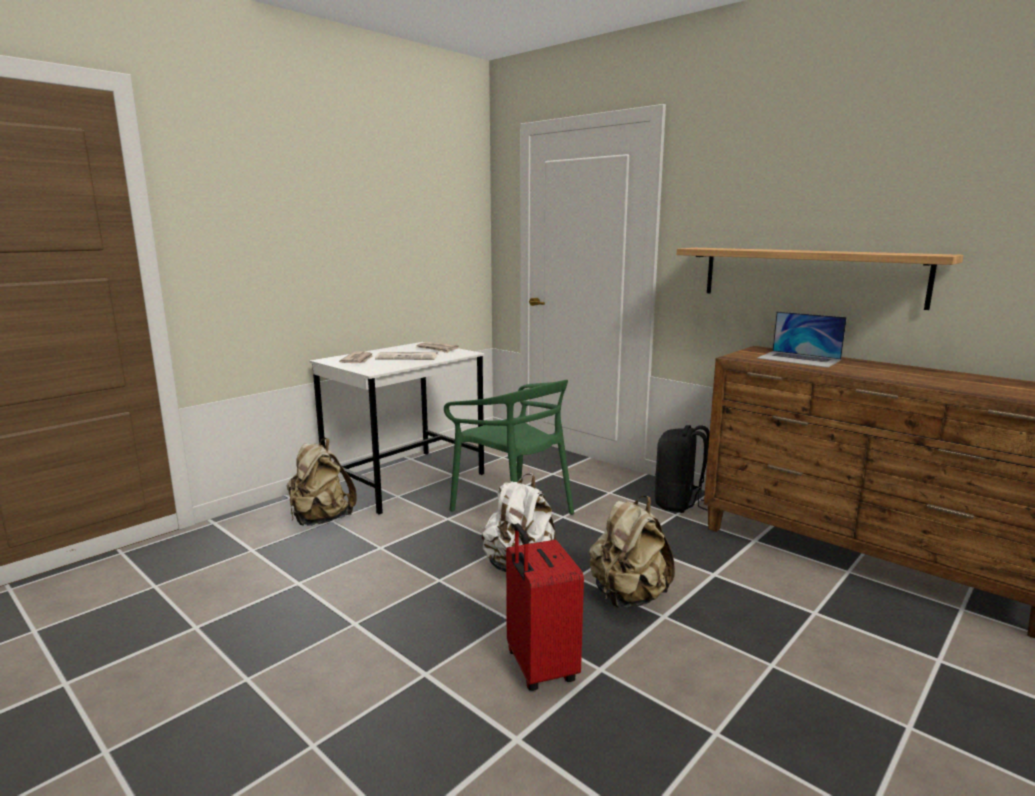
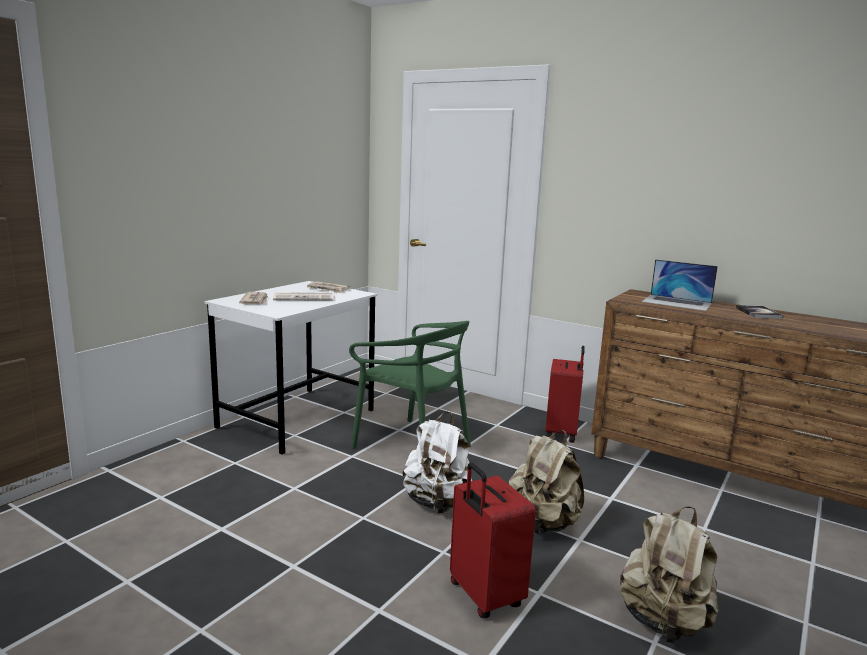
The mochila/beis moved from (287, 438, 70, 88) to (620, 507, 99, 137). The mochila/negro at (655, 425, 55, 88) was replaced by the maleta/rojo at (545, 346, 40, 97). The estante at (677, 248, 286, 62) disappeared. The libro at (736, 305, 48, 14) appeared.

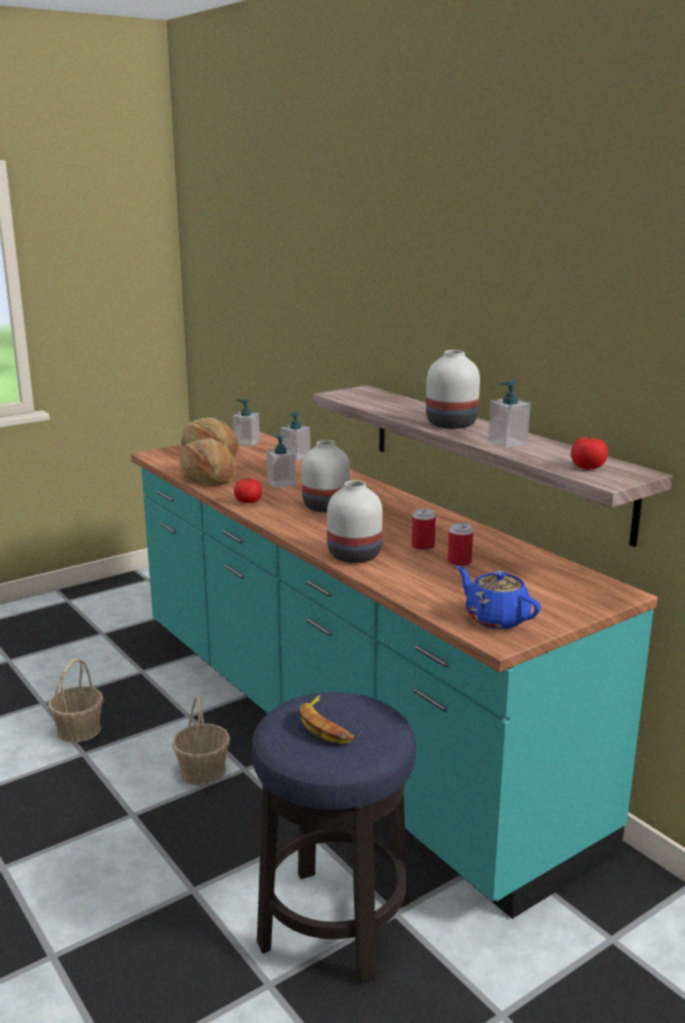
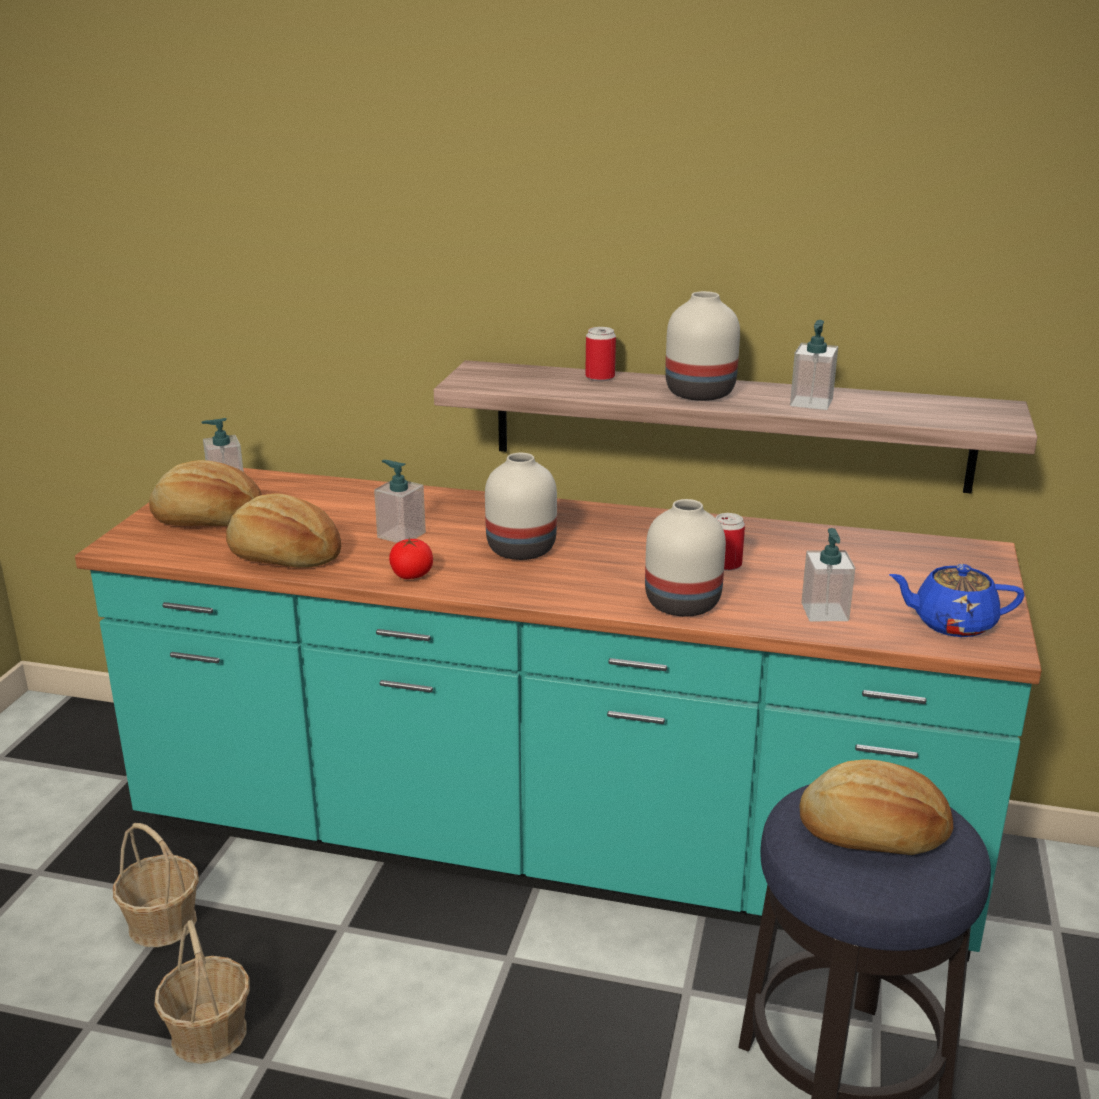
The cesta moved from (172, 694, 58, 91) to (113, 823, 86, 124). The dispensador de jabón moved from (281, 411, 30, 50) to (801, 528, 54, 93). The plátano at (299, 695, 55, 49) was replaced by the pan at (799, 759, 154, 96). The lata moved from (448, 523, 25, 44) to (585, 327, 31, 54). The tomate at (571, 437, 37, 33) disappeared.

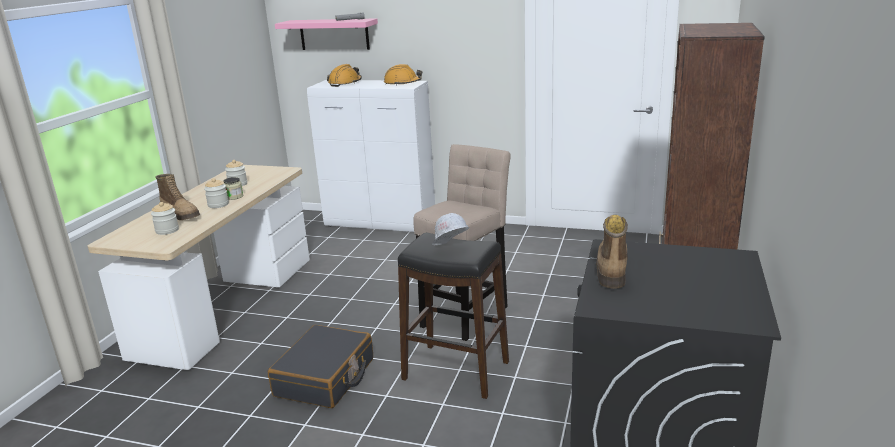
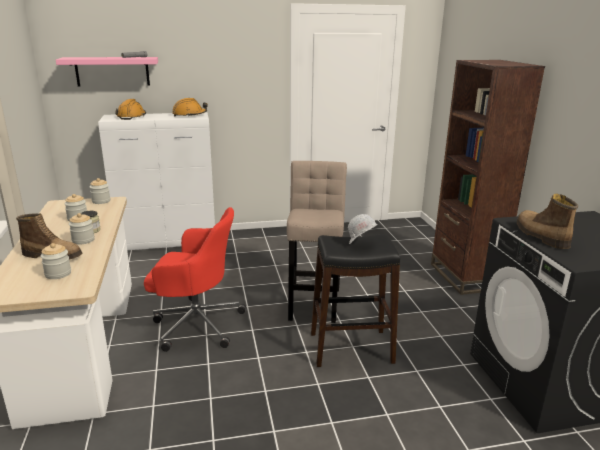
The maleta/negro at (268, 325, 105, 83) disappeared. The tarro at (90, 178, 20, 26) appeared. The silla de oficina/rojo at (144, 207, 102, 145) appeared.

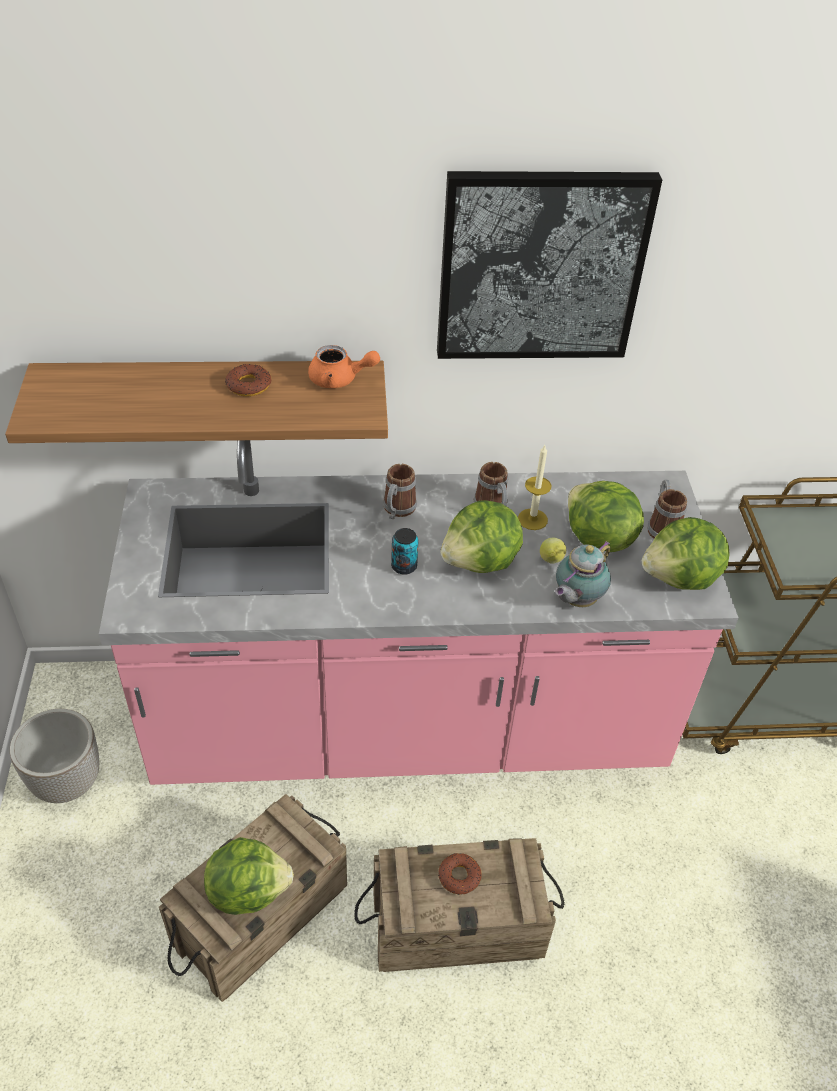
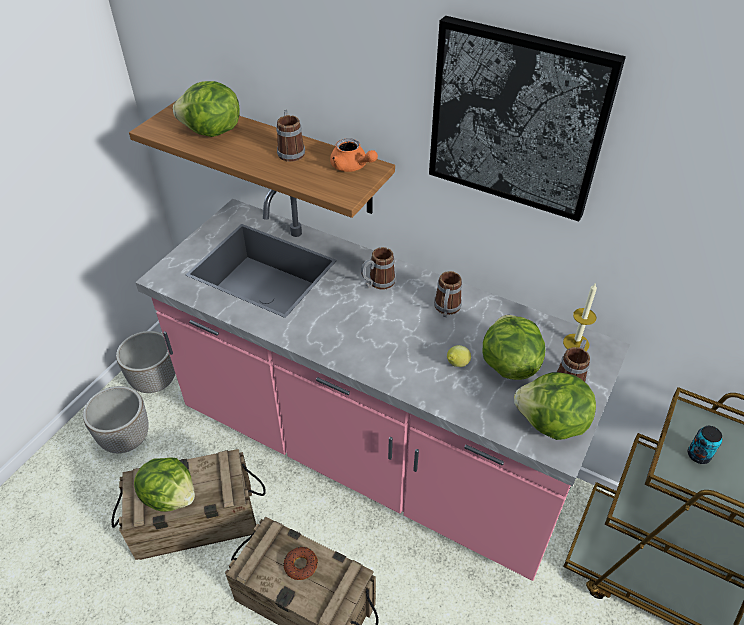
The rosquilla at (225, 364, 46, 32) was replaced by the taza grande at (276, 110, 29, 52). The lata moved from (391, 528, 27, 47) to (688, 426, 34, 38). The lechuga moved from (440, 500, 83, 73) to (173, 81, 67, 56). The vela moved from (518, 445, 33, 85) to (563, 284, 34, 67). The tetera at (555, 541, 56, 66) disappeared. The maceta at (83, 386, 66, 67) appeared.

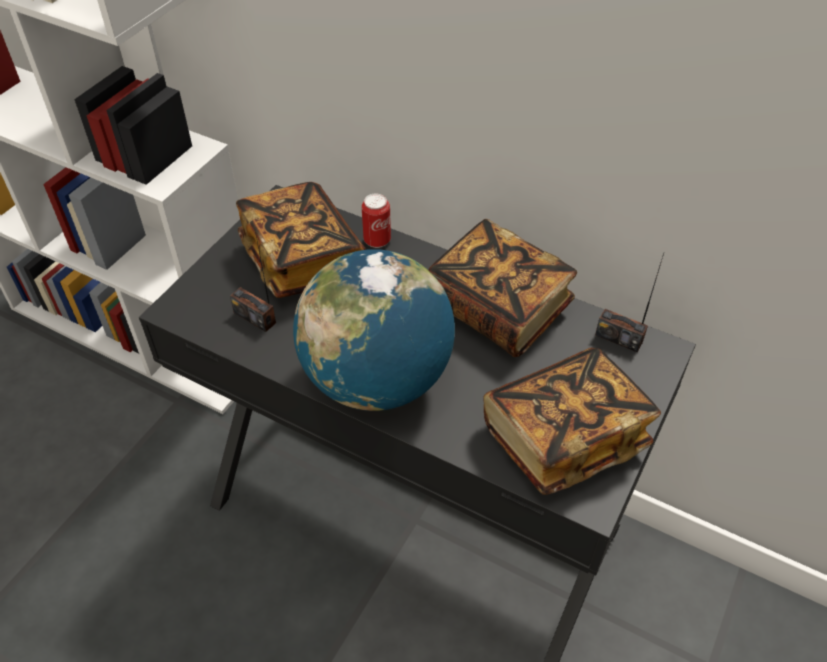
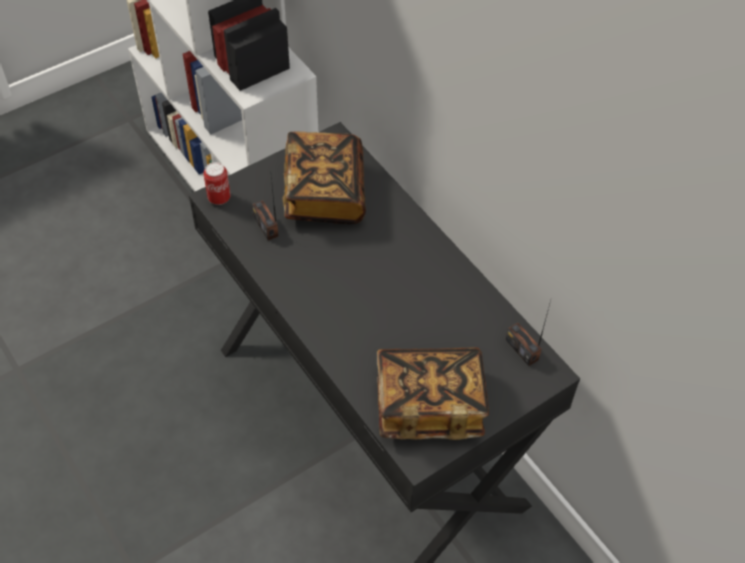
The globo terráqueo at (293, 249, 162, 162) disappeared. The lata moved from (362, 194, 29, 54) to (203, 162, 27, 43). The libro at (429, 219, 148, 138) disappeared.

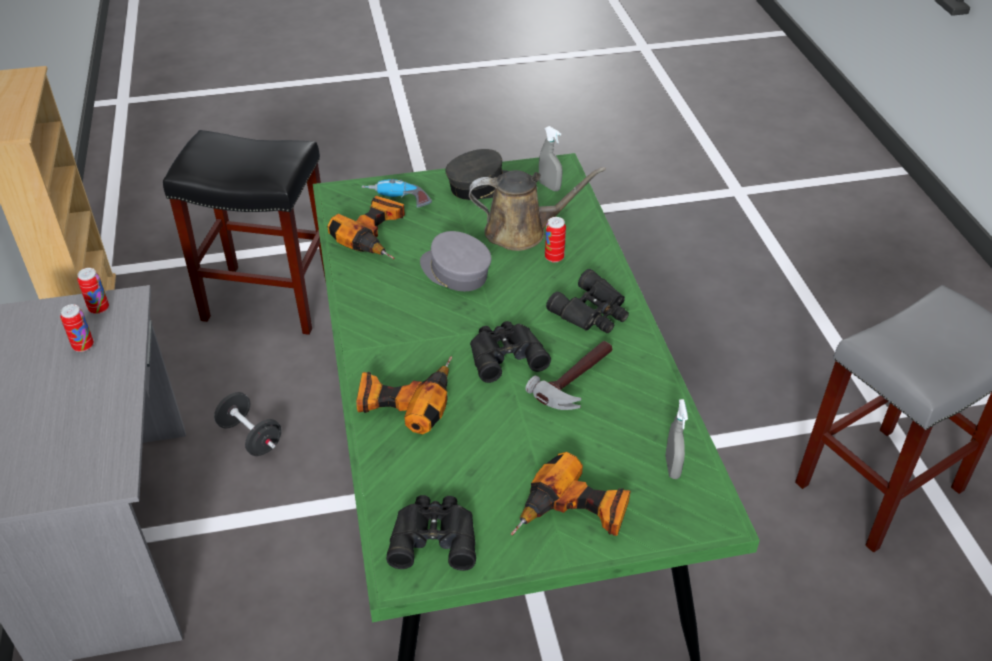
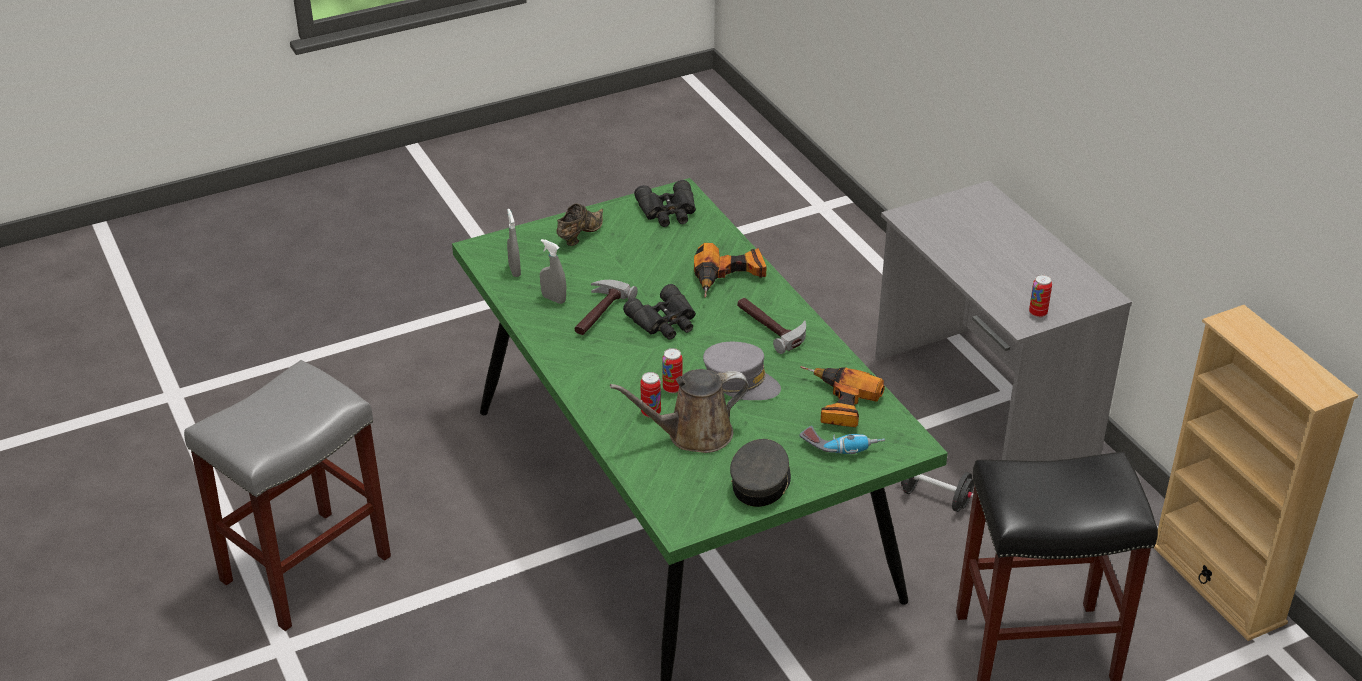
The lata moved from (60, 304, 34, 48) to (662, 348, 20, 45). The gorra/gris at (446, 149, 62, 51) turned 150 degrees clockwise. The taladro at (511, 452, 119, 84) was replaced by the zapato/marrón at (557, 203, 46, 43). The pulverizador/gris moved from (539, 126, 24, 65) to (540, 239, 26, 65). The prismáticos/negro at (546, 269, 83, 64) disappeared. The martillo at (737, 298, 69, 56) appeared.

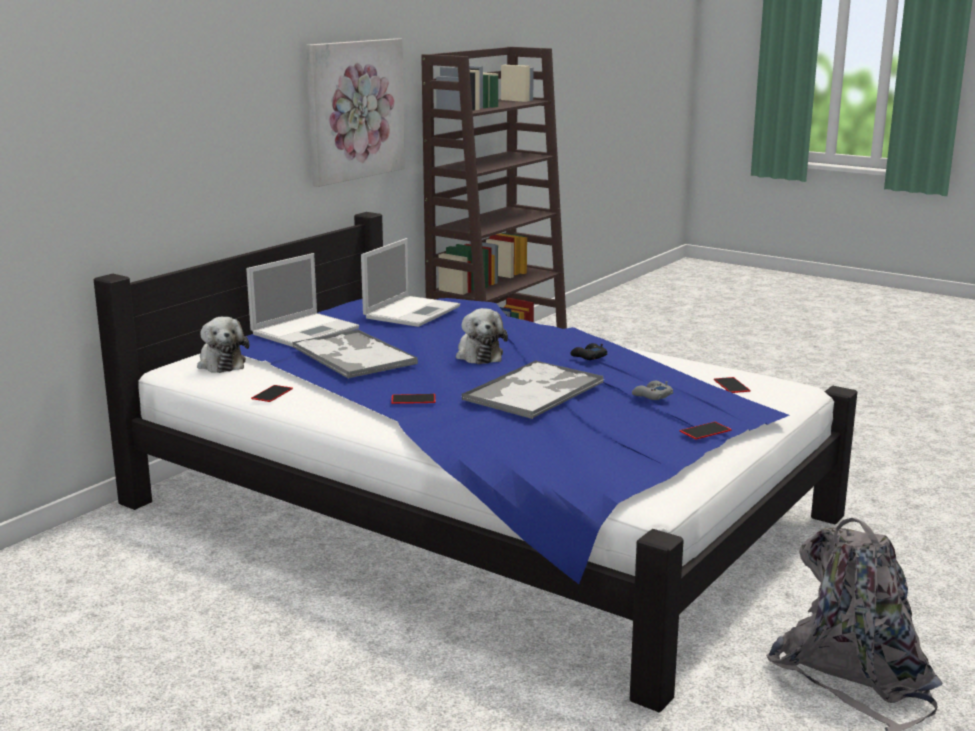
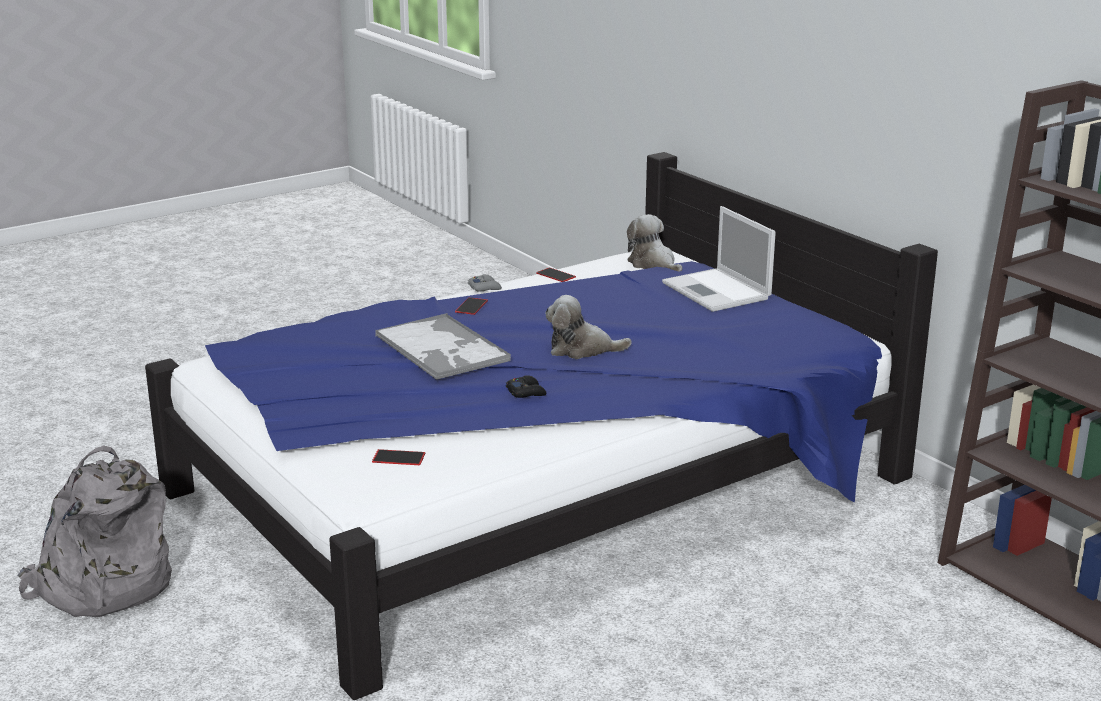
The peluche at (197, 317, 52, 56) turned 60 degrees clockwise. The bandeja at (292, 329, 126, 50) disappeared. The cuadro at (306, 38, 99, 149) disappeared. The portátil at (361, 238, 99, 89) disappeared. The mando de consola/gris moved from (632, 381, 41, 19) to (467, 274, 35, 18). The móvil at (680, 422, 52, 18) disappeared.

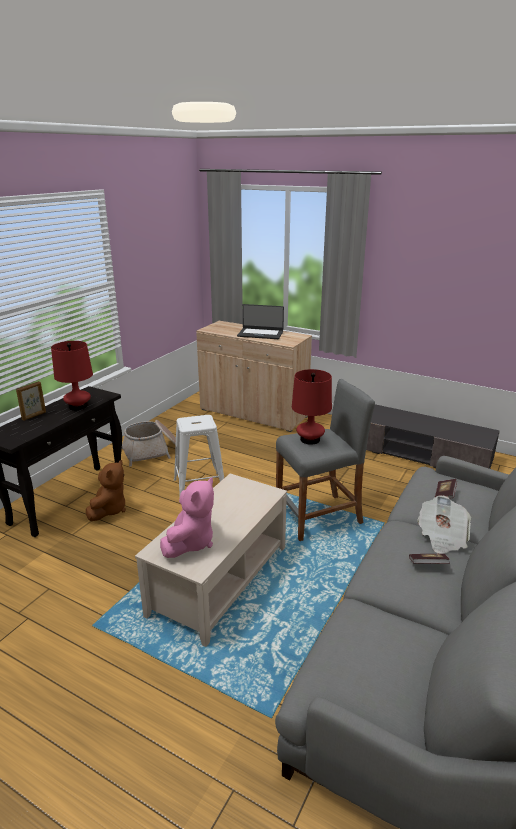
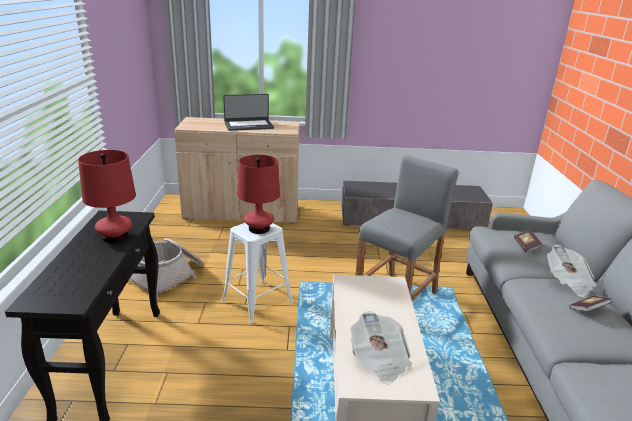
The portarretratos at (16, 381, 30, 40) disappeared. The peluche/marrón at (86, 460, 40, 61) disappeared. The peluche/rosa at (160, 477, 54, 81) was replaced by the periódico at (351, 311, 61, 74). The lámpara de mesa/rojo moved from (292, 369, 40, 75) to (238, 155, 42, 79).

